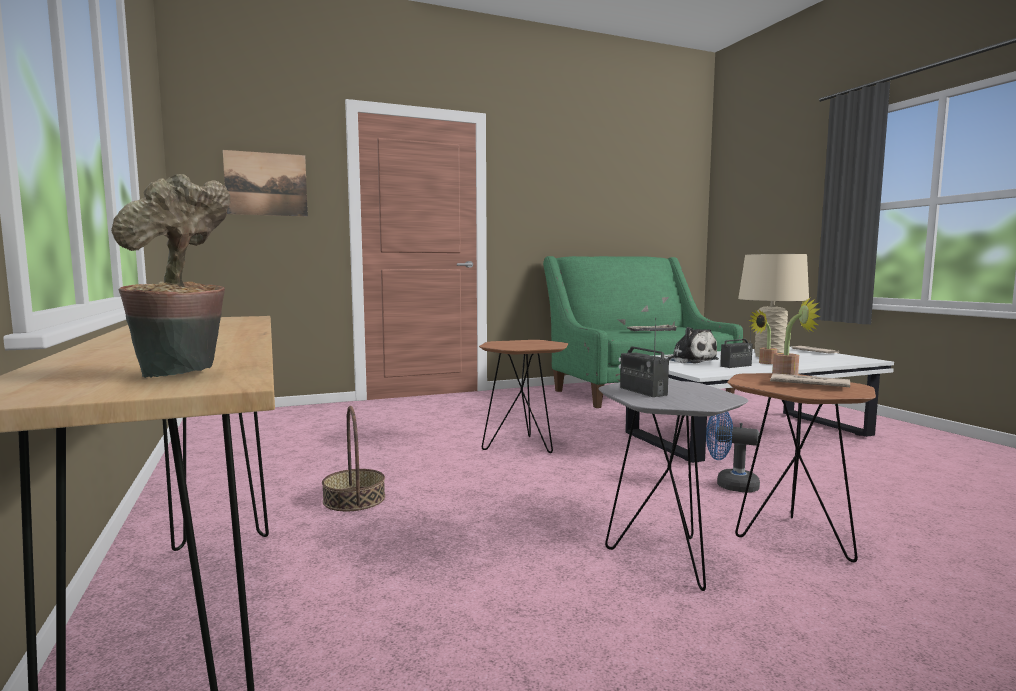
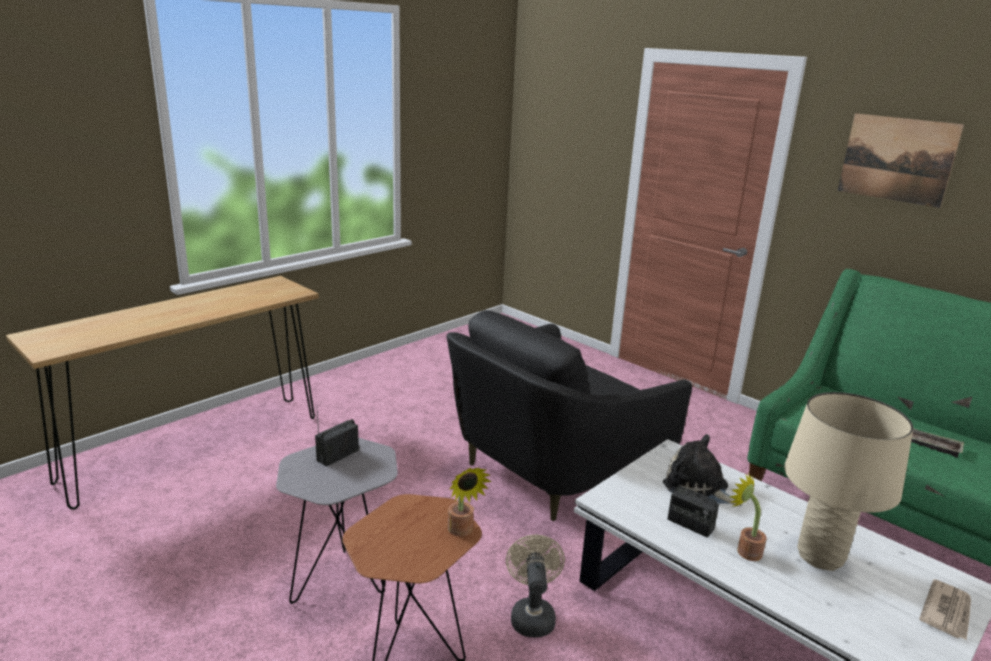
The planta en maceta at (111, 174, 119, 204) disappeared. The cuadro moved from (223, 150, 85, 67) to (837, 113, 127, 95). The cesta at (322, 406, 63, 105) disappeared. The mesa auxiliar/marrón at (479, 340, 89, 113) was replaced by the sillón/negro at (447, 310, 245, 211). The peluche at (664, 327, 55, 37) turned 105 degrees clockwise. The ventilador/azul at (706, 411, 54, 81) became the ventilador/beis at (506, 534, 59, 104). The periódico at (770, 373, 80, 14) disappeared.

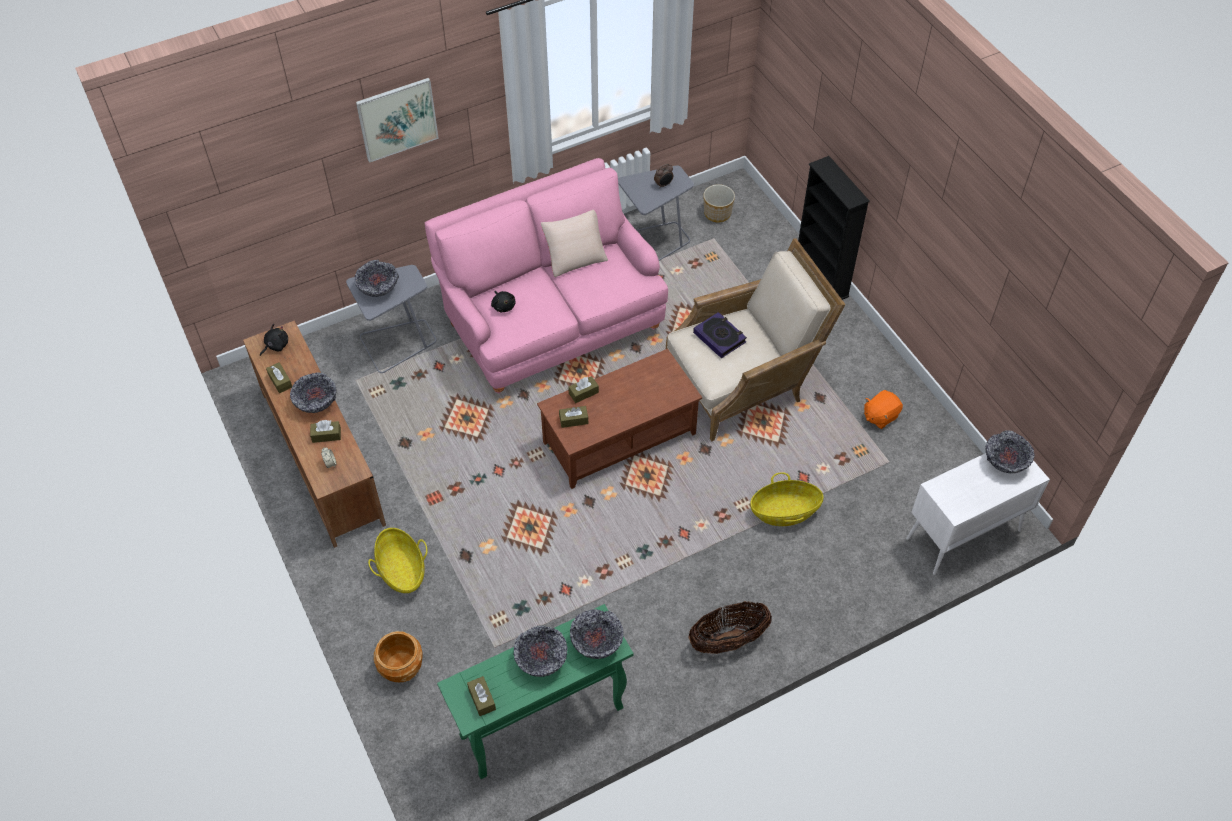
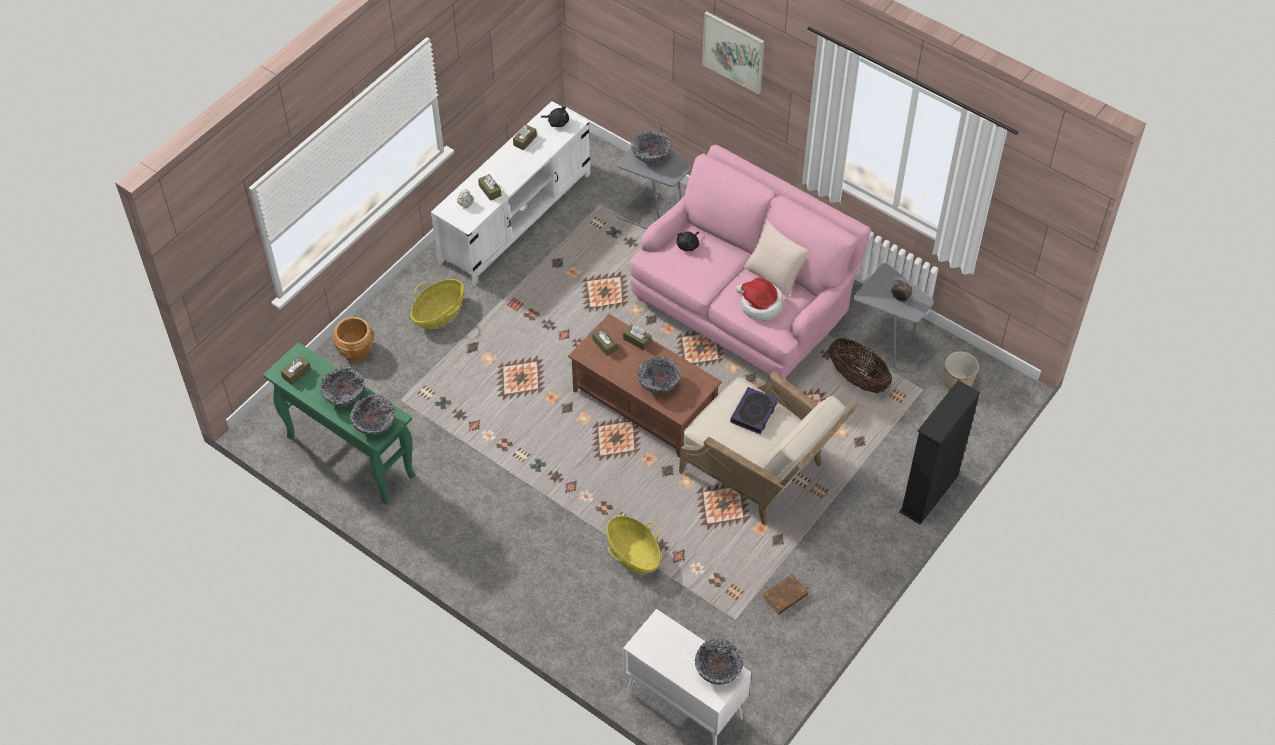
The mueble de televisión/marrón at (243, 320, 143, 228) became the mueble de televisión/blanco at (431, 101, 159, 185). The cuenco moved from (290, 372, 47, 41) to (637, 357, 43, 37). The cesta moved from (688, 601, 84, 53) to (829, 338, 63, 55). The peluche/naranja at (864, 390, 39, 39) was replaced by the libro/marrón at (763, 575, 46, 40). The sombrero at (736, 278, 48, 43) appeared.

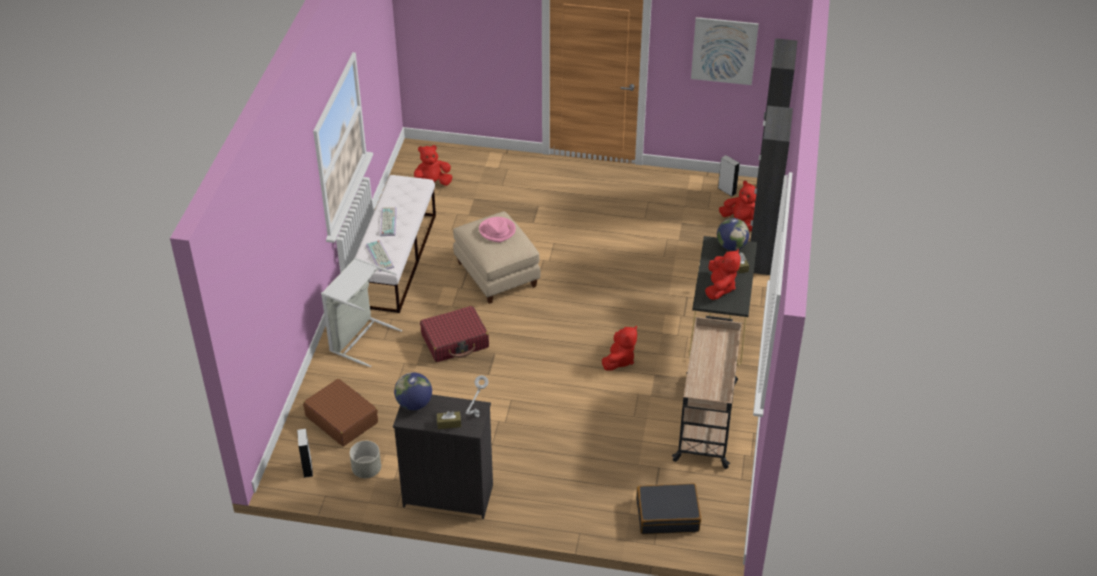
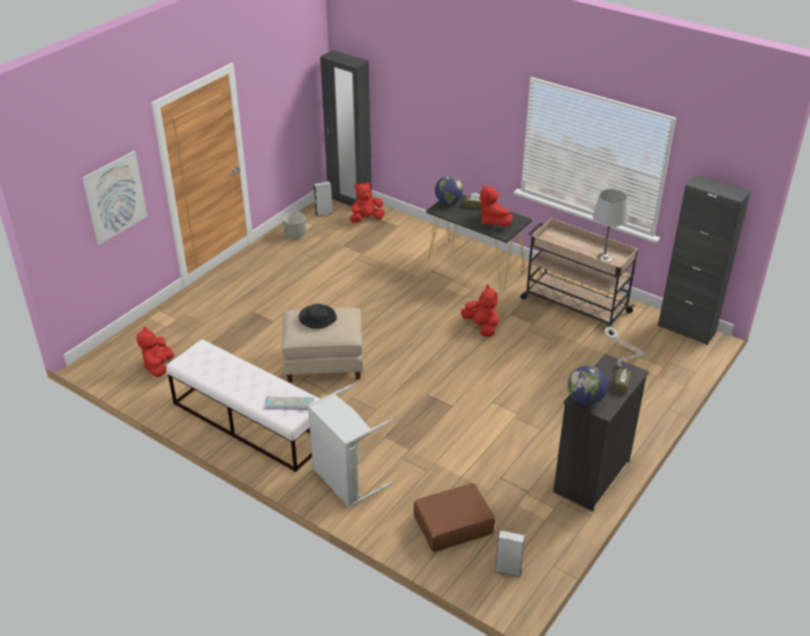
The maceta/gris moved from (350, 441, 31, 37) to (283, 212, 23, 26). The teclado at (380, 207, 17, 29) disappeared. The maleta/rojo at (420, 306, 69, 56) disappeared. The sombrero/rosa at (479, 217, 37, 25) became the sombrero/negro at (299, 304, 38, 25). The maleta/negro at (636, 483, 65, 51) disappeared. The cuadro moved from (691, 17, 68, 68) to (82, 151, 65, 94). The peluche/rojo at (705, 249, 36, 51) turned 150 degrees counterclockwise. The armario/negro moved from (750, 106, 43, 169) to (658, 175, 93, 170). The lámpara de mesa/gris at (593, 189, 35, 73) appeared.

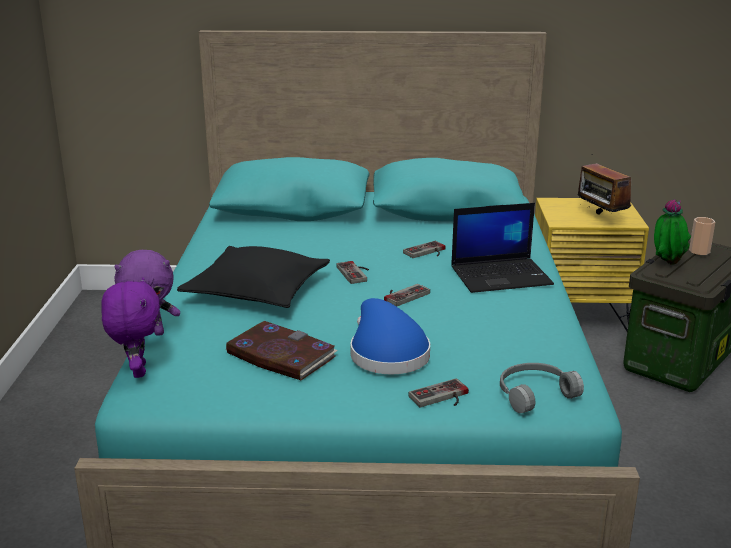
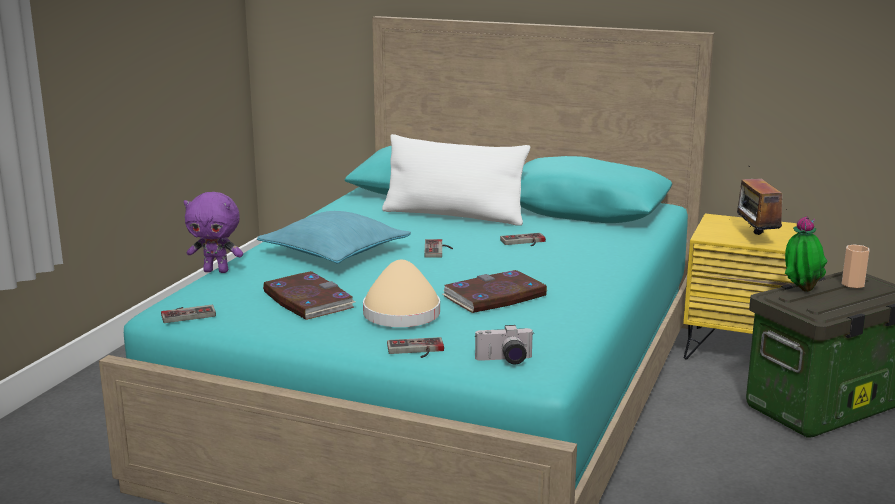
The peluche/morado at (101, 277, 59, 101) disappeared. The cojín/negro at (177, 246, 153, 62) became the cojín/turquesa at (257, 211, 154, 53). The sombrero/azul at (350, 298, 80, 76) became the sombrero/beis at (363, 260, 77, 67). The mando de consola moved from (384, 284, 46, 23) to (161, 305, 55, 18). The portátil at (451, 203, 103, 90) disappeared. The auriculares/gris at (500, 363, 84, 50) was replaced by the cámara at (475, 325, 58, 40). The cojín/blanco at (382, 134, 148, 91) appeared. The libro at (443, 270, 104, 43) appeared.

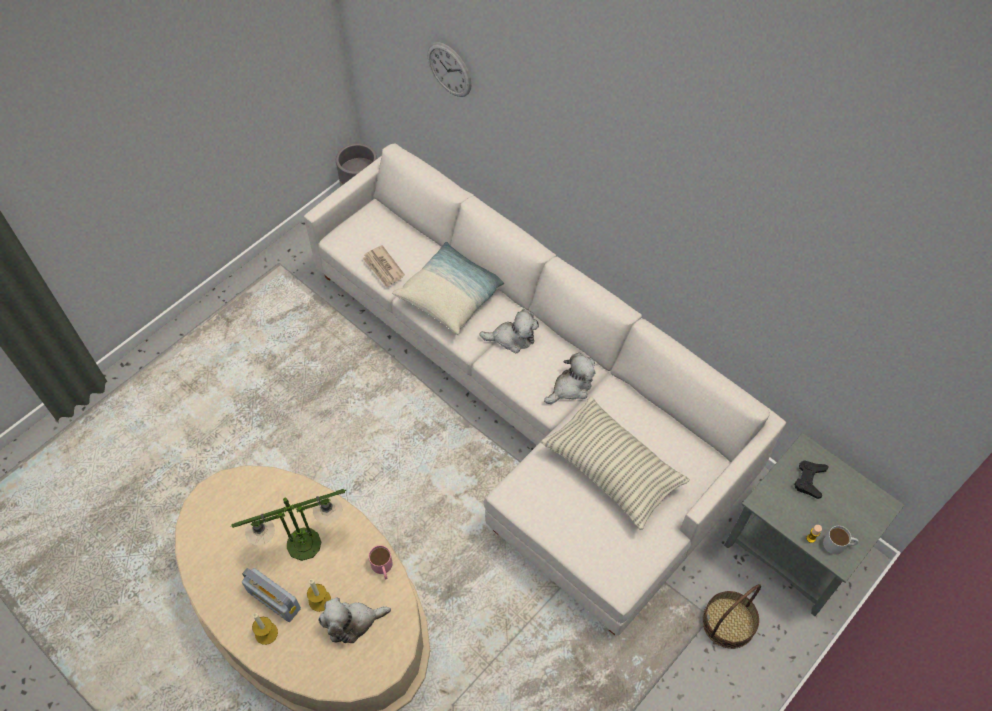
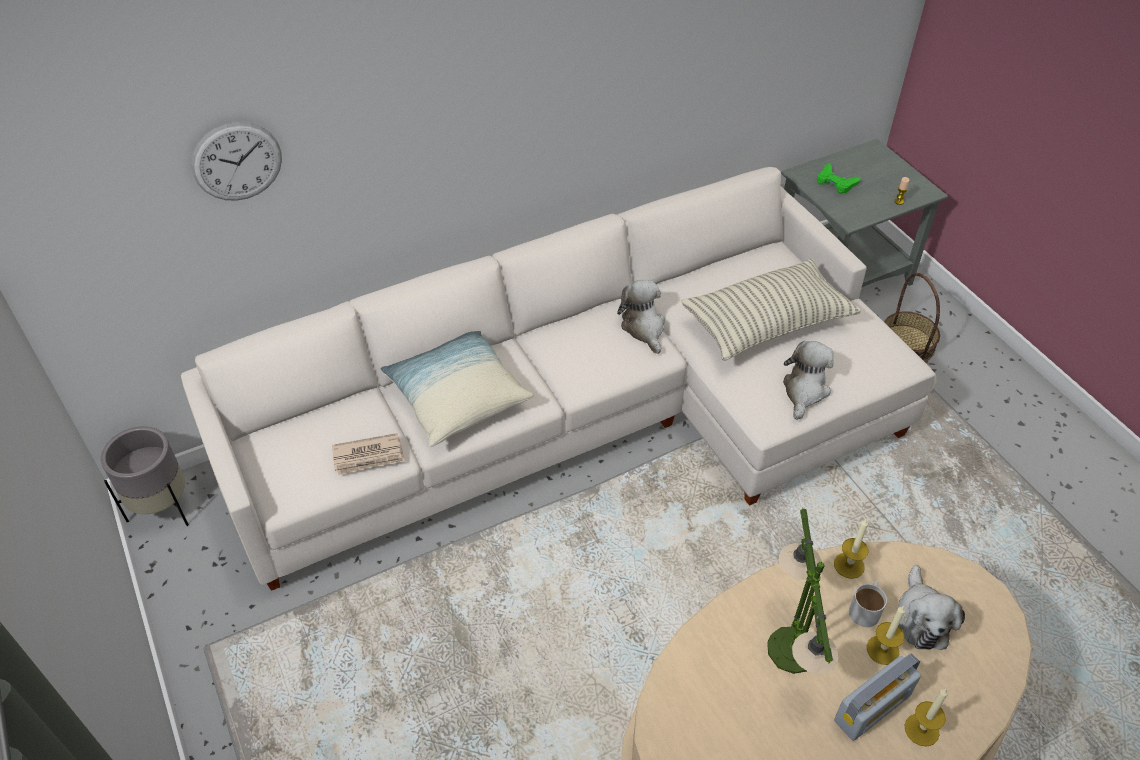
The taza grande/rosa at (369, 545, 24, 34) was replaced by the vela at (834, 518, 35, 61). The peluche moved from (479, 309, 60, 44) to (783, 341, 51, 79). The mando de consola/negro at (794, 460, 35, 39) became the mando de consola/verde at (817, 163, 43, 31). The taza grande/blanco moved from (823, 526, 36, 29) to (849, 580, 38, 47).

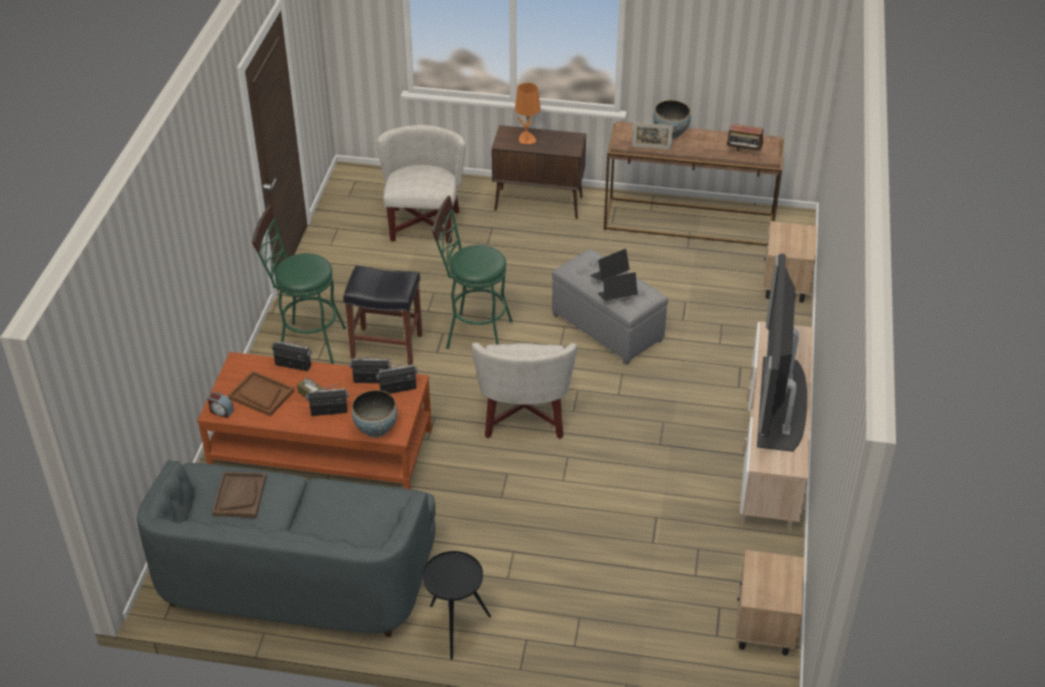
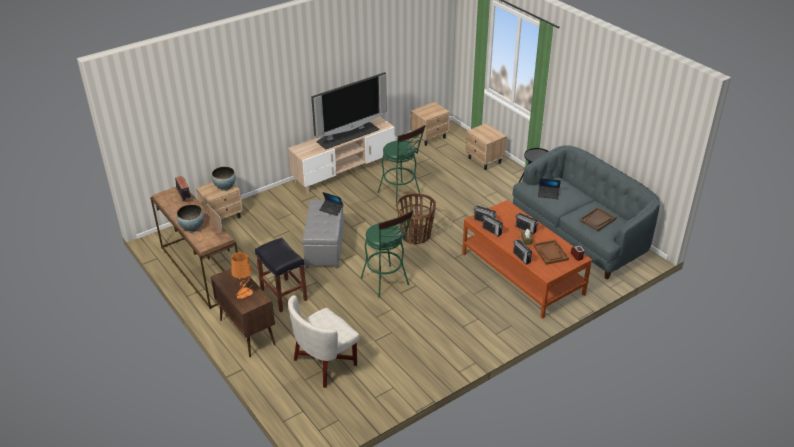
The taburete/verde moved from (252, 205, 94, 159) to (378, 125, 48, 79). The taburete/negro moved from (343, 265, 79, 100) to (255, 238, 53, 74). The cuenco moved from (352, 390, 45, 48) to (212, 167, 24, 24). The sillón/blanco at (472, 342, 105, 97) was replaced by the cesta at (396, 193, 40, 51). The portátil moved from (590, 249, 40, 32) to (538, 178, 23, 21). The mesita de noche/beis at (466, 123, 41, 47) appeared.

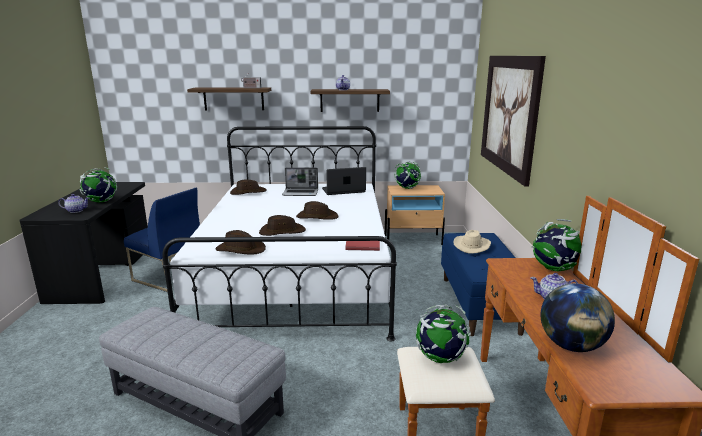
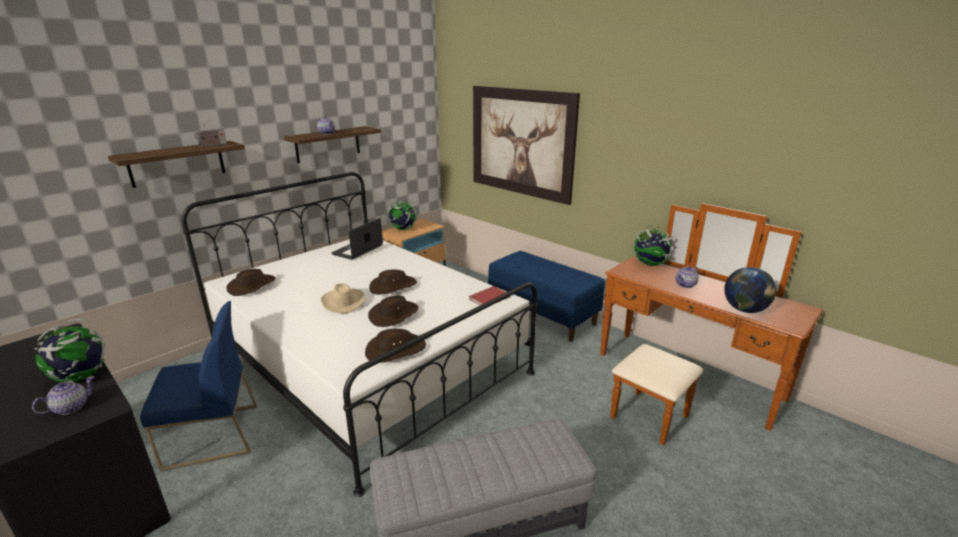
The portátil at (282, 167, 36, 29) disappeared. The globo terráqueo at (416, 304, 55, 59) disappeared. The sombrero/beis moved from (453, 230, 38, 24) to (321, 283, 44, 30).

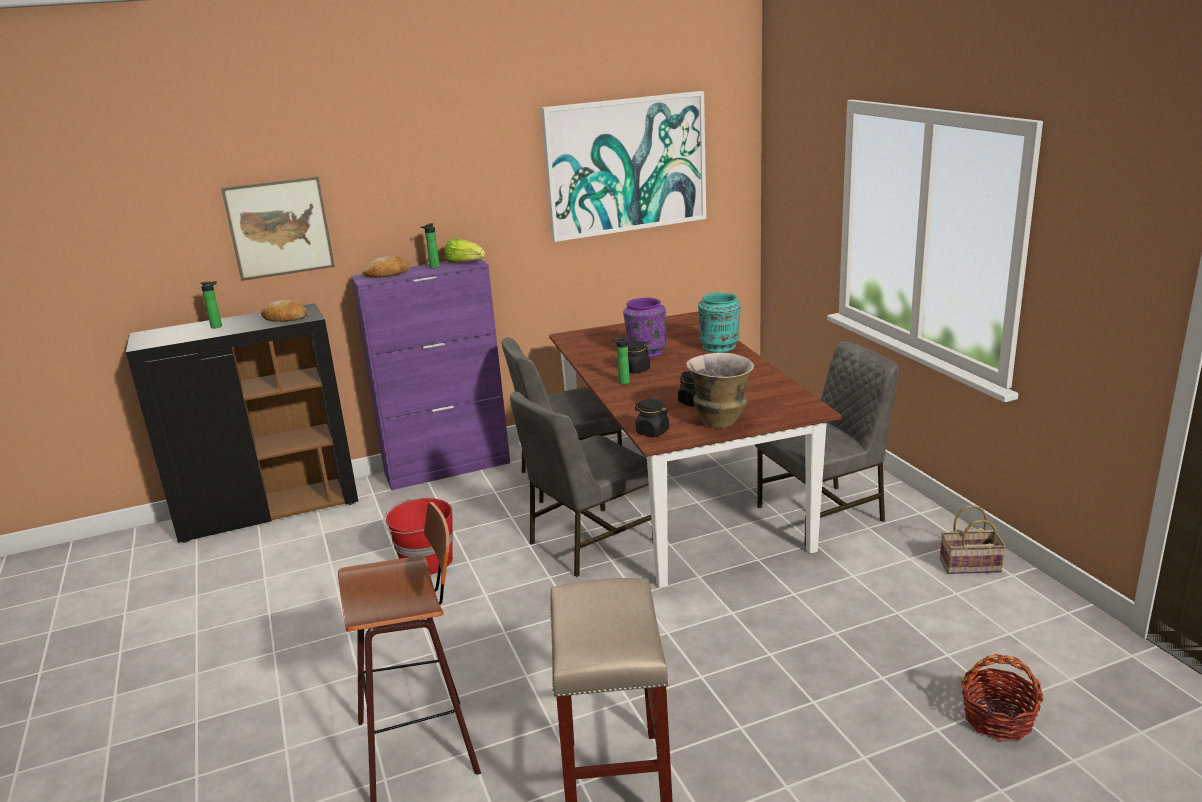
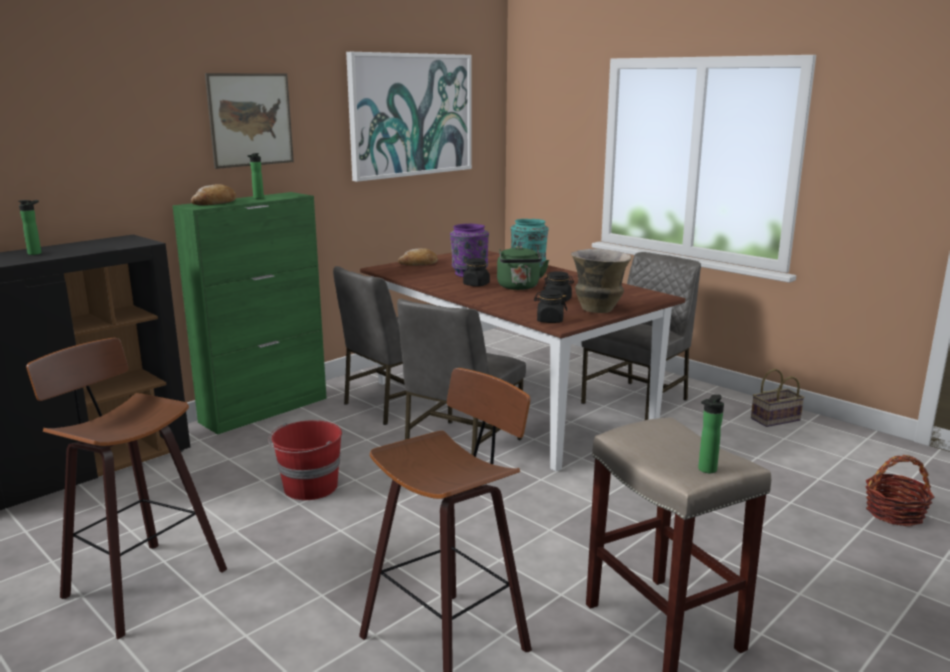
The cuadro moved from (221, 177, 114, 104) to (205, 73, 89, 96). The pan moved from (261, 300, 47, 22) to (398, 248, 40, 18). The armario/morado at (351, 259, 159, 231) became the armario/verde at (172, 192, 155, 243). The lechuga at (444, 238, 41, 25) disappeared. The botella moved from (612, 336, 18, 48) to (698, 394, 26, 79). The taburete at (26, 338, 201, 302) appeared. The hervidor/verde at (497, 246, 52, 44) appeared.

